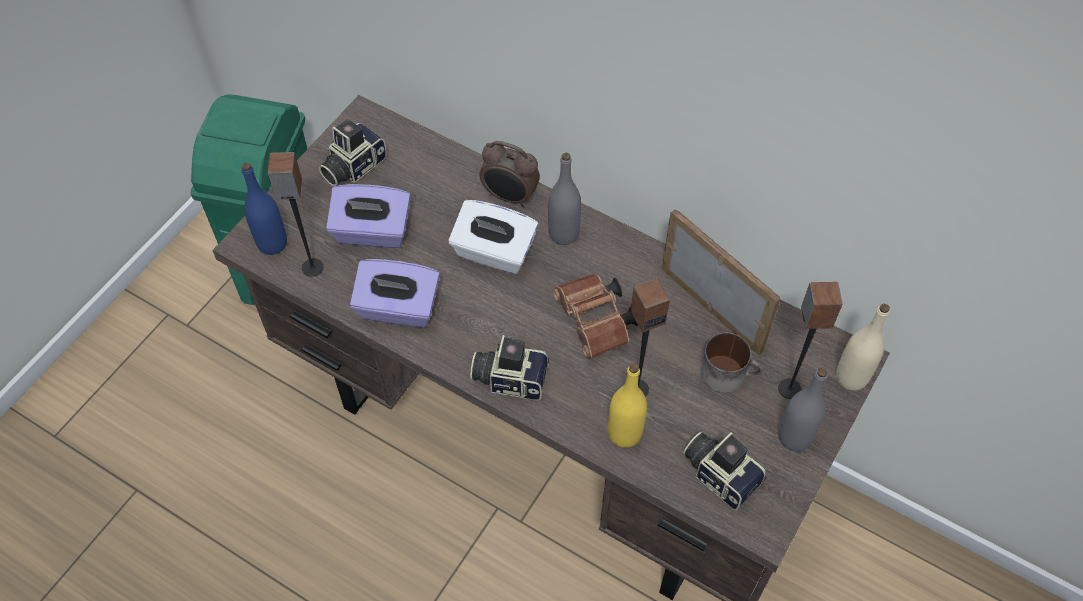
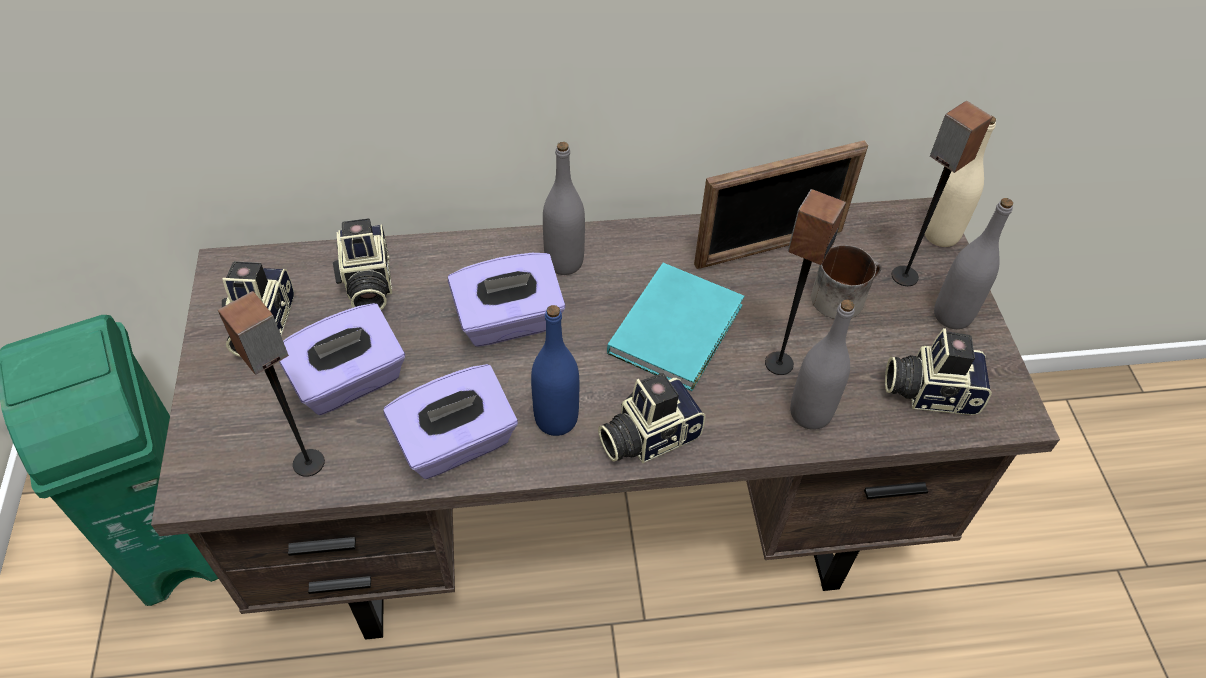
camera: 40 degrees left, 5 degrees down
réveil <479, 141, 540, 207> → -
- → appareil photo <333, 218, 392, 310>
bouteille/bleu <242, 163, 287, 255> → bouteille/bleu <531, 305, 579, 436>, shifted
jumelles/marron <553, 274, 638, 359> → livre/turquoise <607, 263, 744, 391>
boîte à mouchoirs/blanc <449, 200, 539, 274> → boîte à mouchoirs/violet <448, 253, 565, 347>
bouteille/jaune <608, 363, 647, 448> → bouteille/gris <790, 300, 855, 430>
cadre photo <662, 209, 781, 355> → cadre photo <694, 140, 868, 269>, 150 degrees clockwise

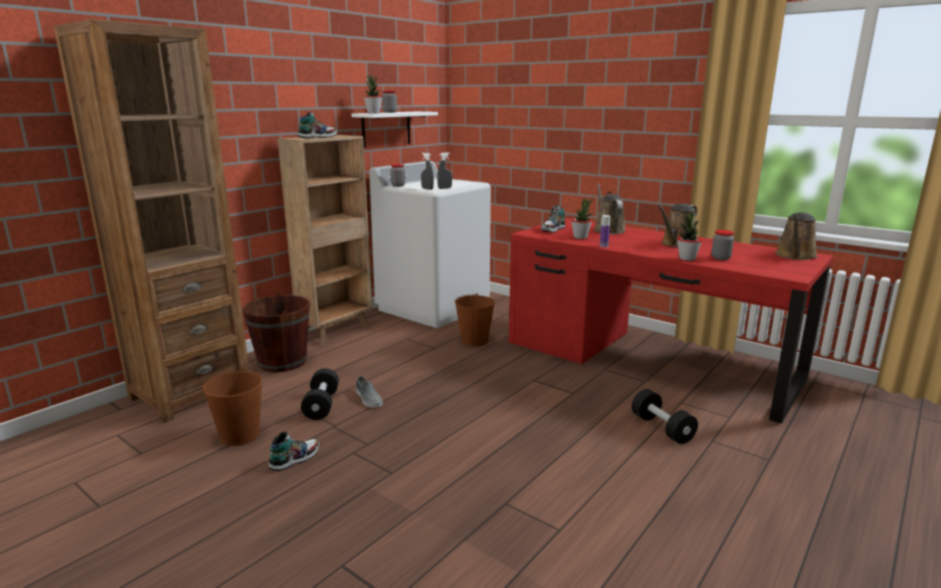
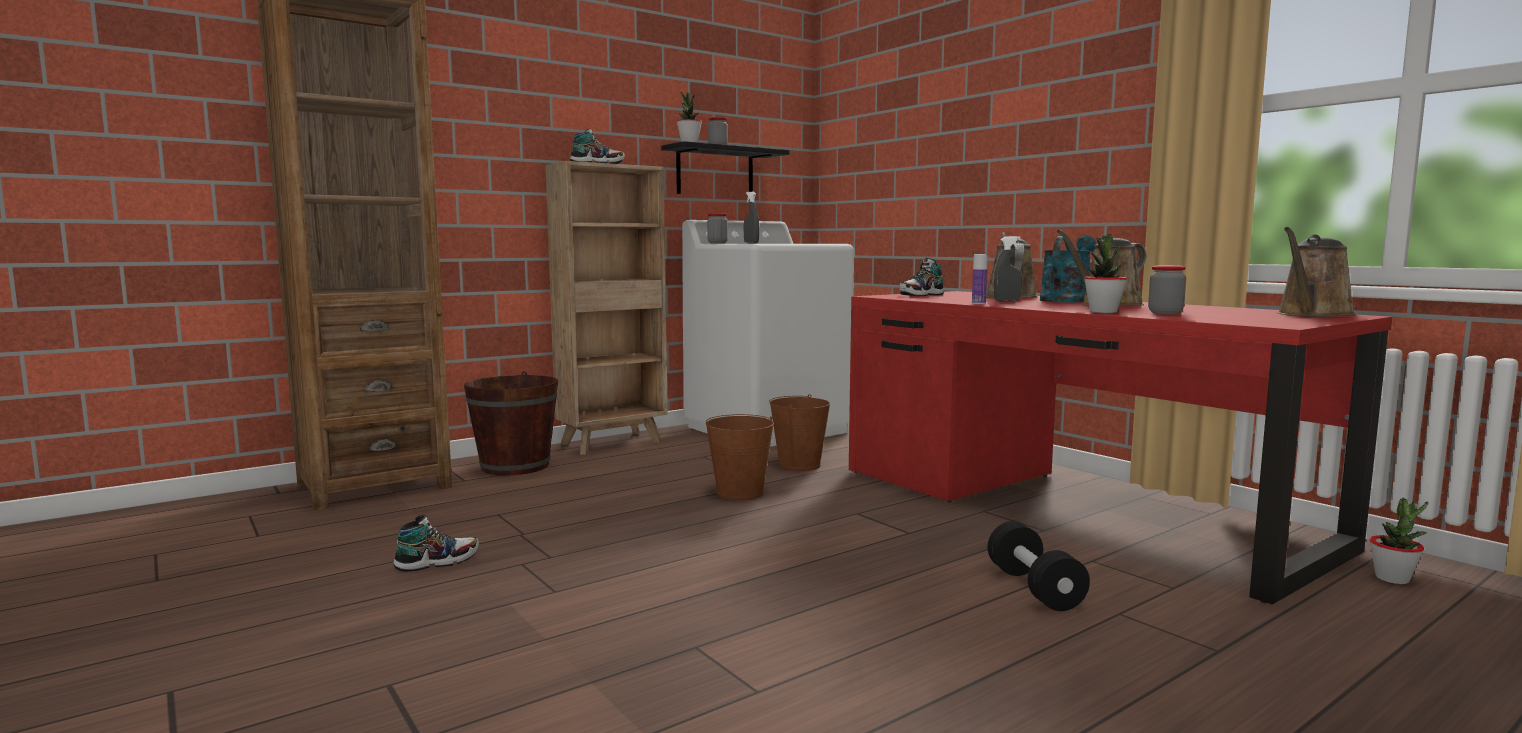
camera: 15 degrees right, 10 degrees down
haltère/noir <301, 368, 339, 420> → -
chaussure/gris <356, 376, 383, 407> → -
- → arrosoir/turquoise <1040, 235, 1096, 303>
seau/marron <202, 370, 262, 446> → seau/marron <706, 414, 774, 500>, shifted
vaporisateur/gris <437, 152, 452, 189> → vaporisateur/gris <994, 236, 1022, 302>, shifted
plante en pot <571, 197, 593, 239> → plante en pot <1369, 498, 1428, 584>, shifted
étagère/blanc <351, 112, 438, 148> → étagère/noir <661, 141, 789, 194>

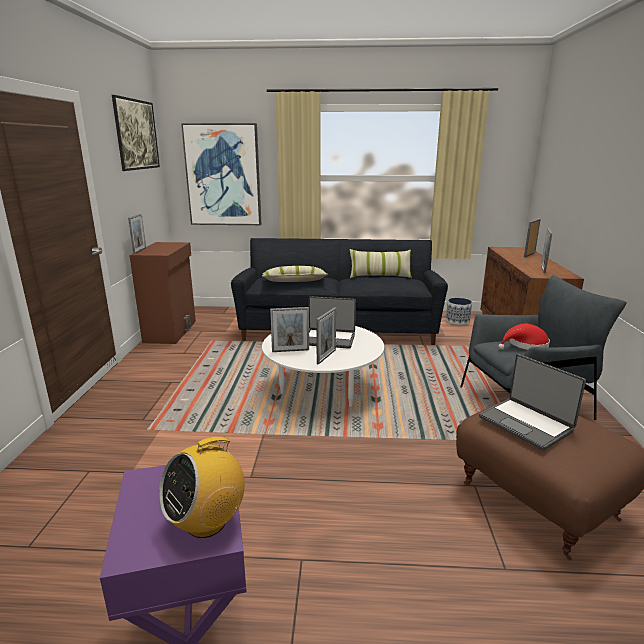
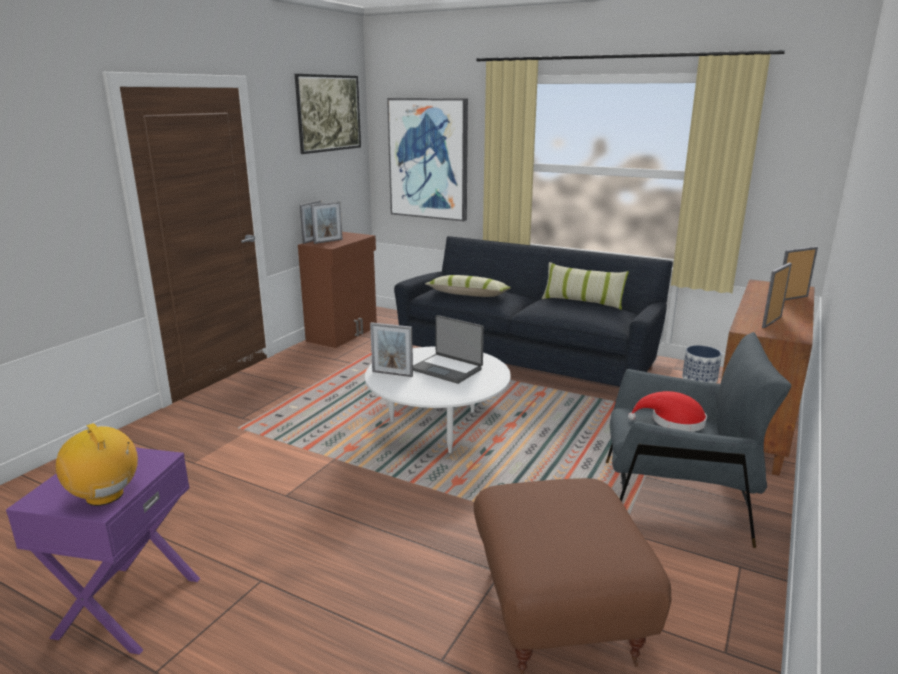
camera: 25 degrees right, 0 degrees up
ordinateur portable <479, 354, 586, 451> → -
cadre photo <316, 307, 336, 365> → cadre photo <311, 201, 343, 244>, shifted
radio <159, 432, 245, 538> → radio <56, 423, 138, 506>, 60 degrees clockwise

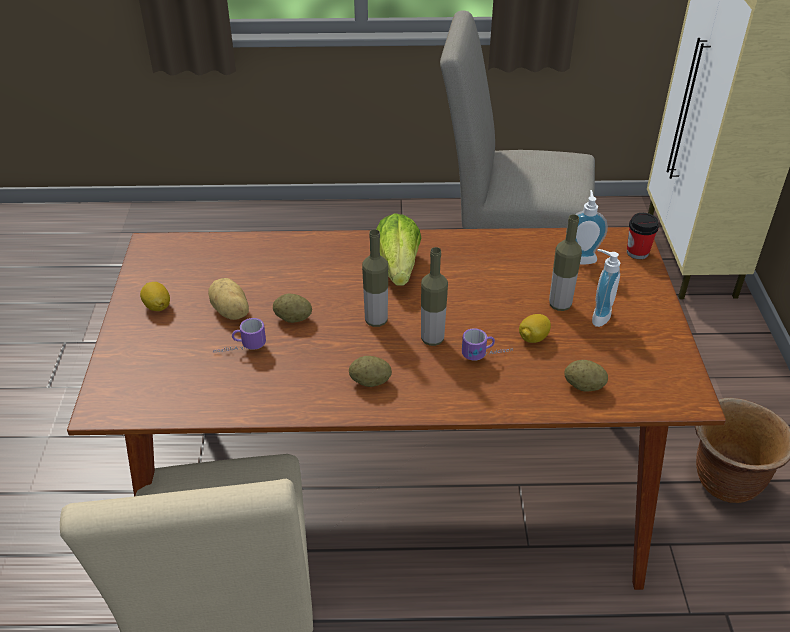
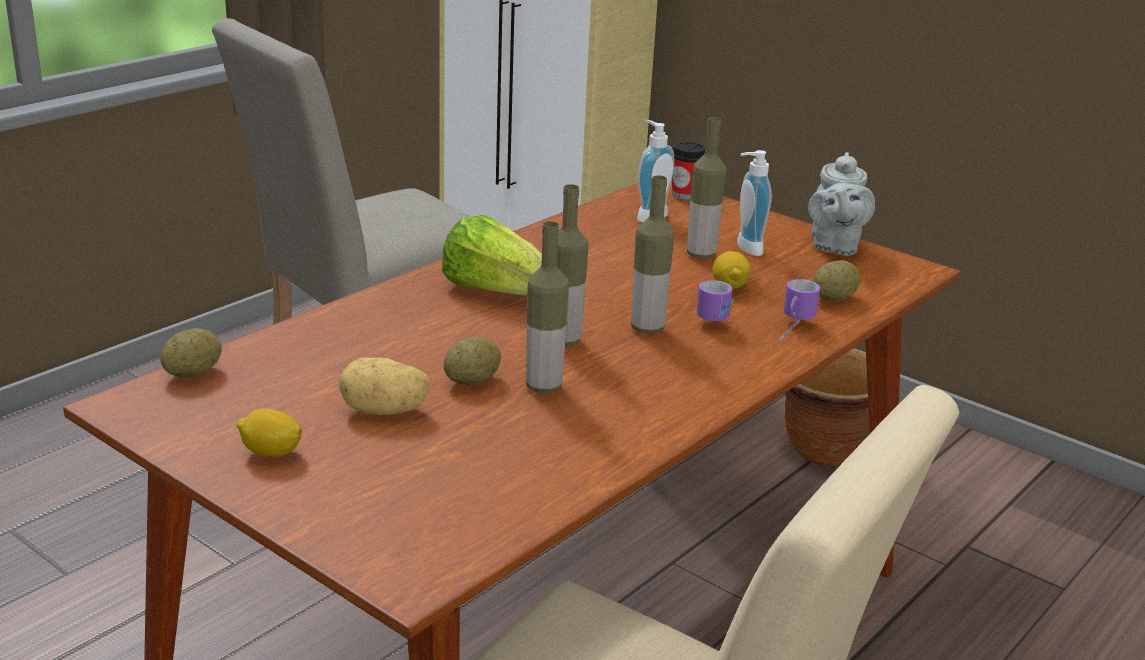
camera: 50 degrees left, 15 degrees down
- → bouteille <526, 221, 569, 393>
- → théière/gris <808, 152, 875, 256>
mug <213, 318, 266, 352> → mug <778, 279, 820, 343>, shifted
pomme de terre <349, 356, 392, 387> → pomme de terre <160, 328, 222, 378>, shifted

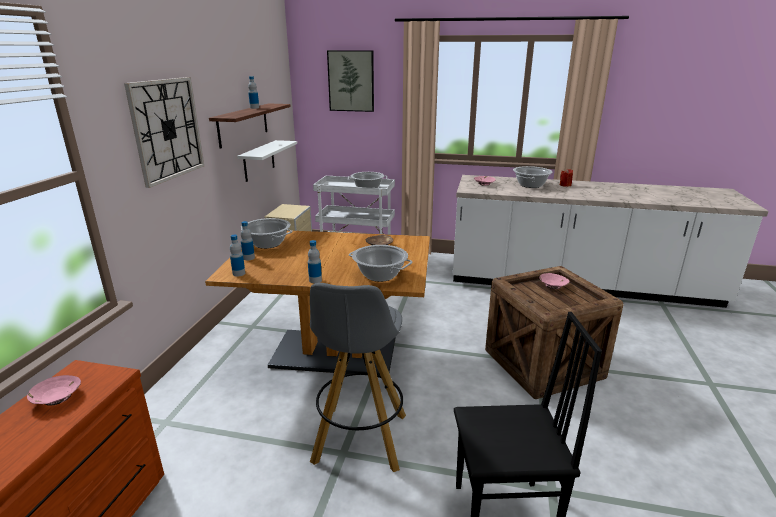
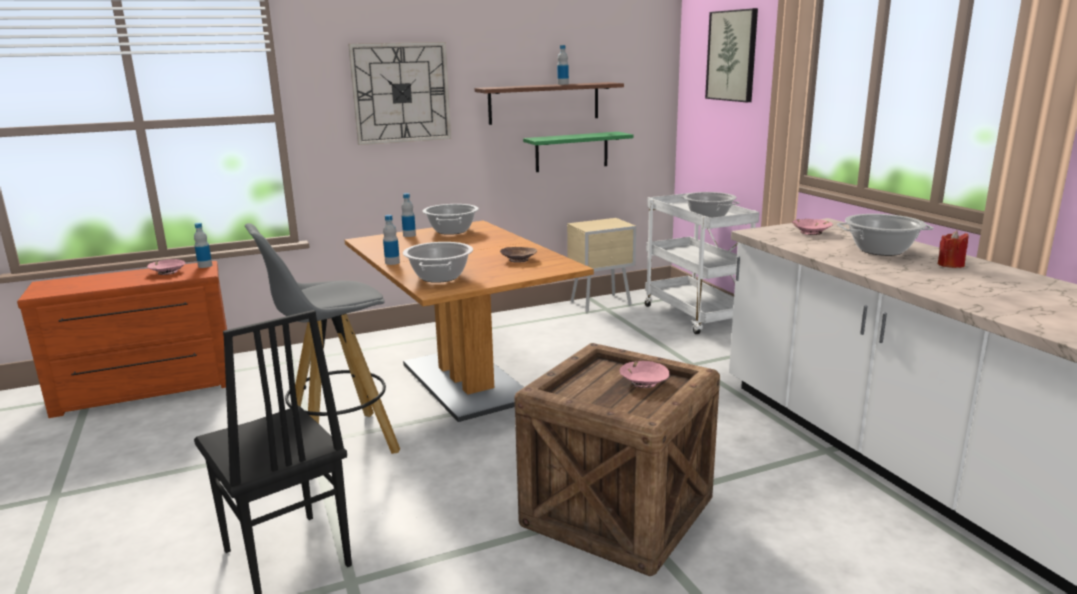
camera: 55 degrees right, 5 degrees down
bouteille <230, 234, 245, 276> → bouteille <194, 223, 212, 268>, shifted
étagère/blanc <237, 140, 297, 182> → étagère/vert <523, 132, 633, 172>

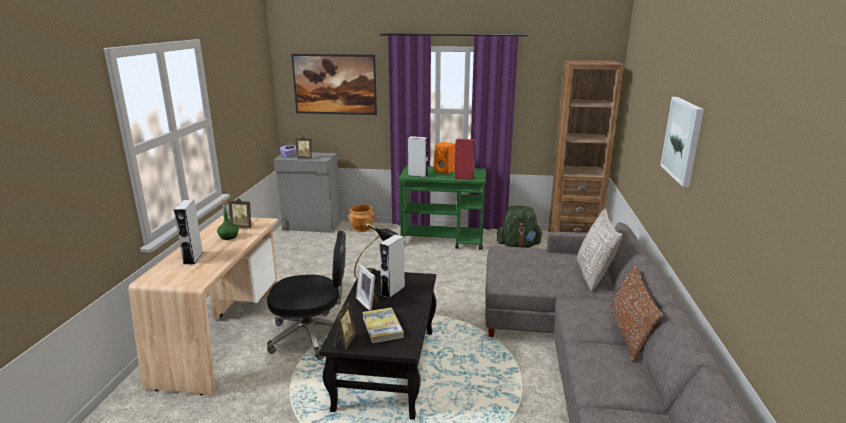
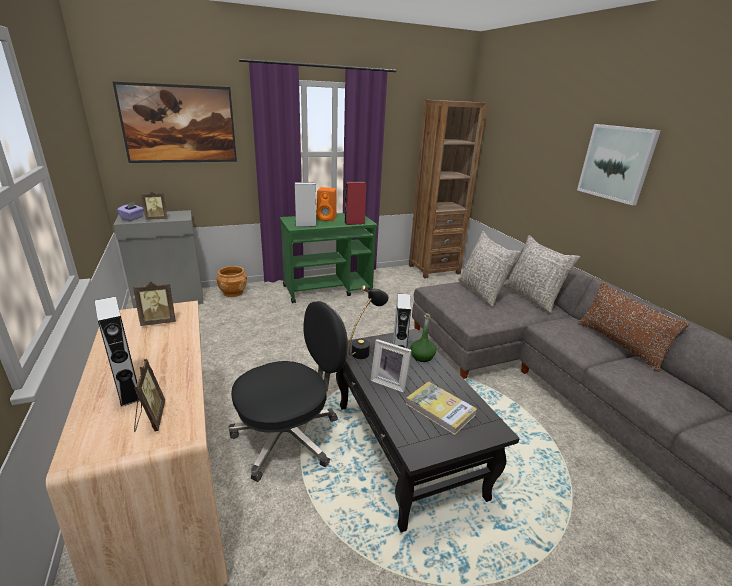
camera: 30 degrees left, 5 degrees up
sac à dos/vert <497, 206, 542, 248> → -
- → coussin/gris <458, 231, 521, 307>
bouteille/vert <217, 200, 239, 240> → bouteille/vert <411, 313, 436, 362>, shifted
cadre photo <333, 303, 356, 350> → cadre photo <134, 359, 165, 432>, shifted

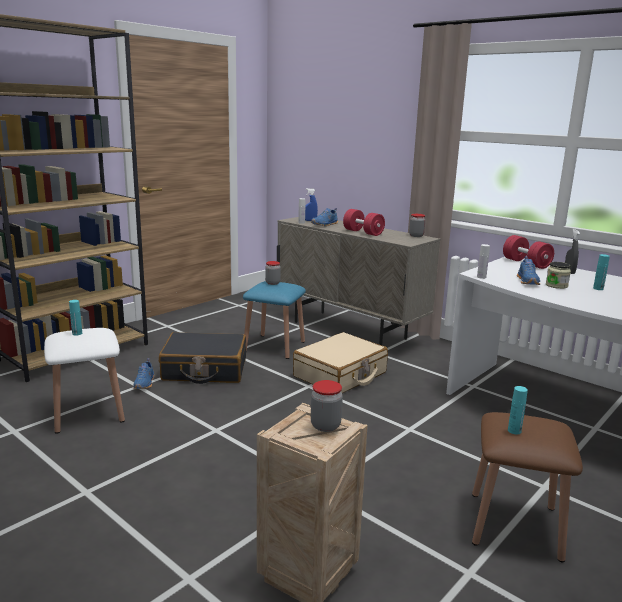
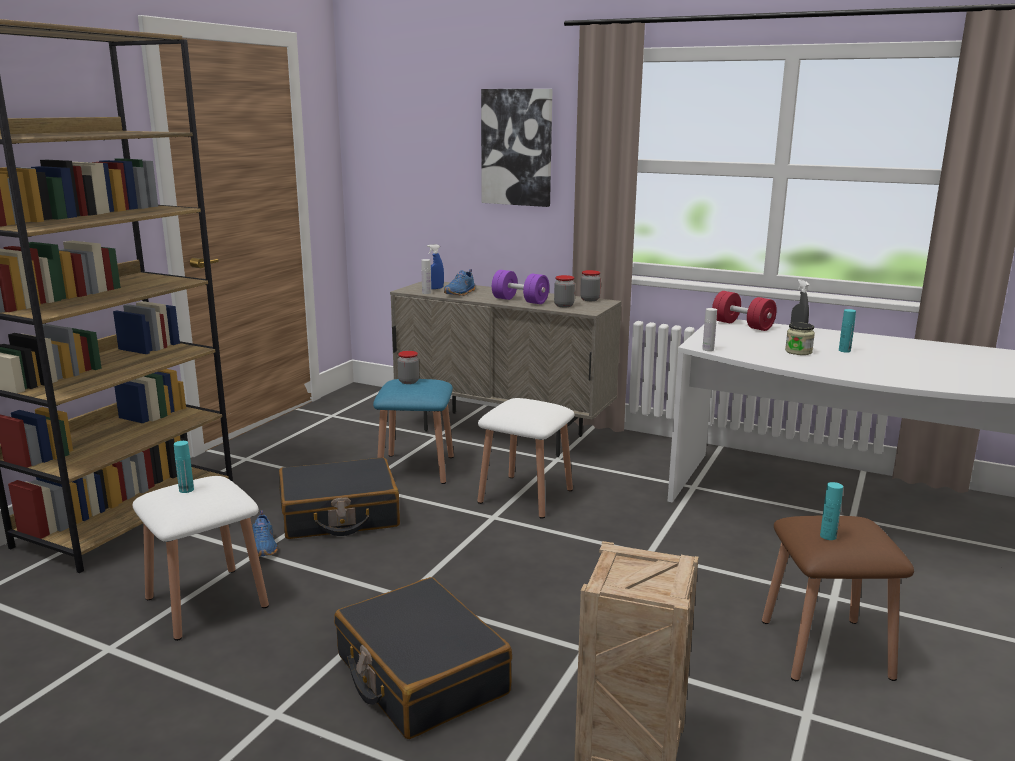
camera: 15 degrees left, 0 degrees up
chaussure/bleu <517, 256, 540, 285> → -
- → valise/noir <334, 577, 512, 739>
- → tableau <481, 89, 553, 207>
bocal <311, 380, 343, 432> → bocal <554, 275, 575, 307>, shifted
valise/beige <293, 332, 388, 393> → tabouret/blanc <477, 398, 574, 519>
haltère/rouge <343, 209, 385, 236> → haltère/violet <492, 270, 549, 304>

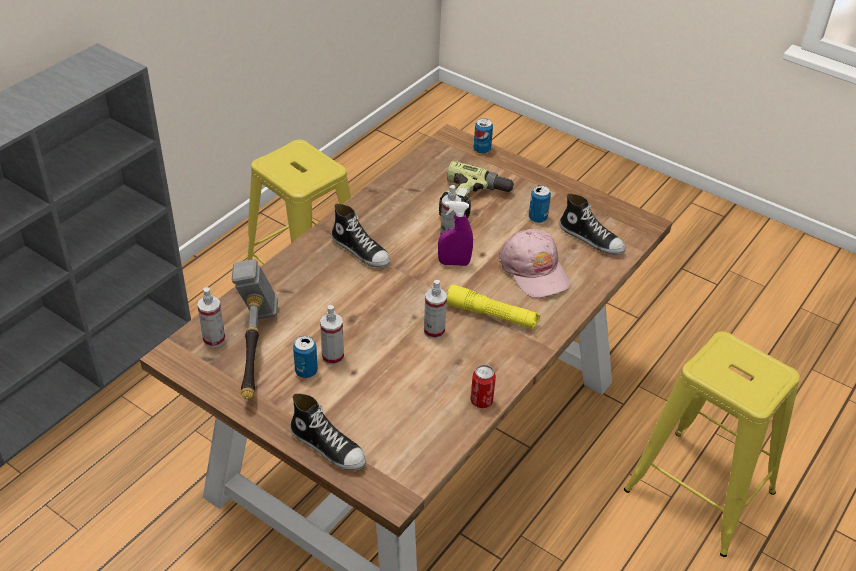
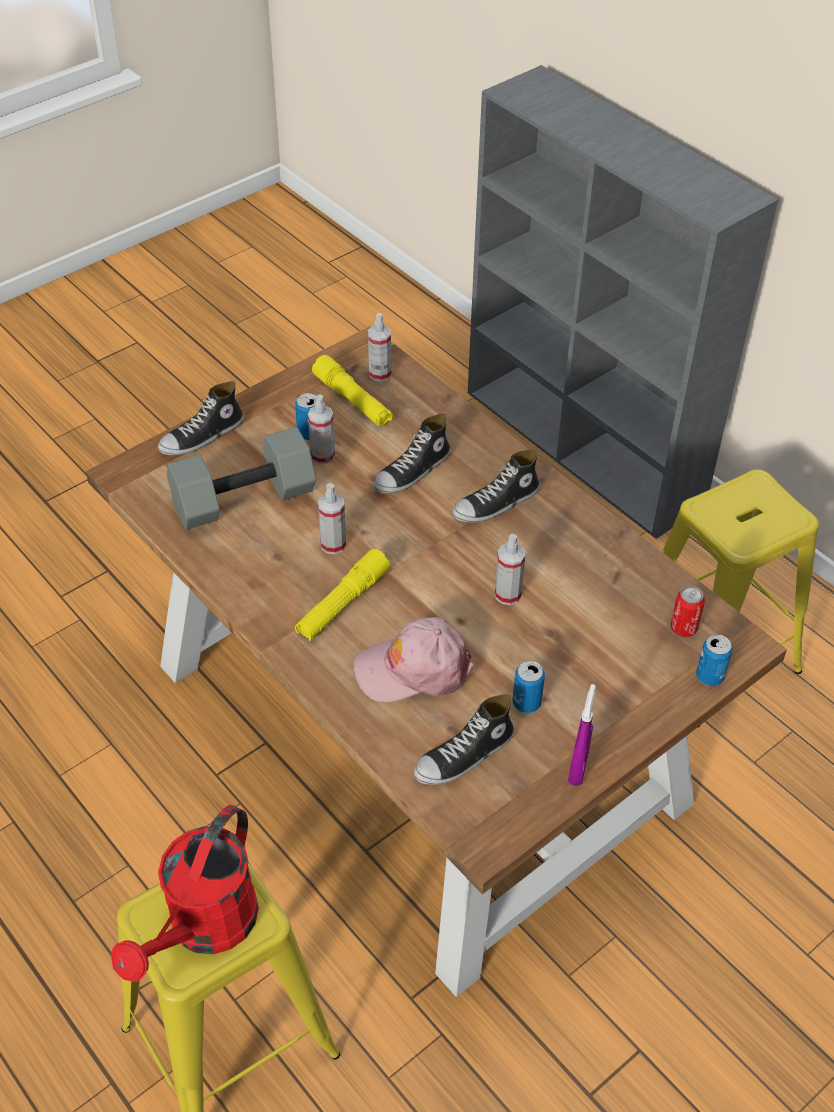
camera: 105 degrees right, 5 degrees up
perceuse <439, 161, 515, 219> → -
- → arrosoir/rouge <111, 805, 259, 982>
- → haltère/gris <167, 427, 316, 530>
- → chaussure <373, 413, 450, 494>
vaporisateur/violet <438, 201, 473, 266> → vaporisateur/violet <568, 684, 596, 786>, shifted
boîte métallique <470, 365, 496, 408> → boîte métallique <671, 586, 705, 637>, shifted
marteau <232, 259, 278, 399> → lampe de poche/jaune <312, 355, 393, 427>

